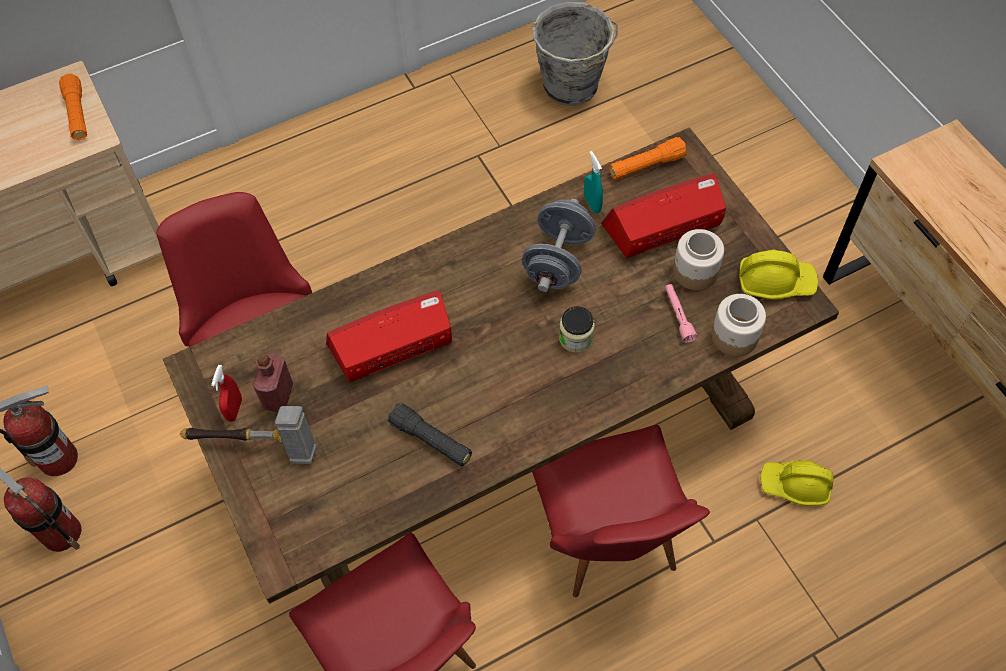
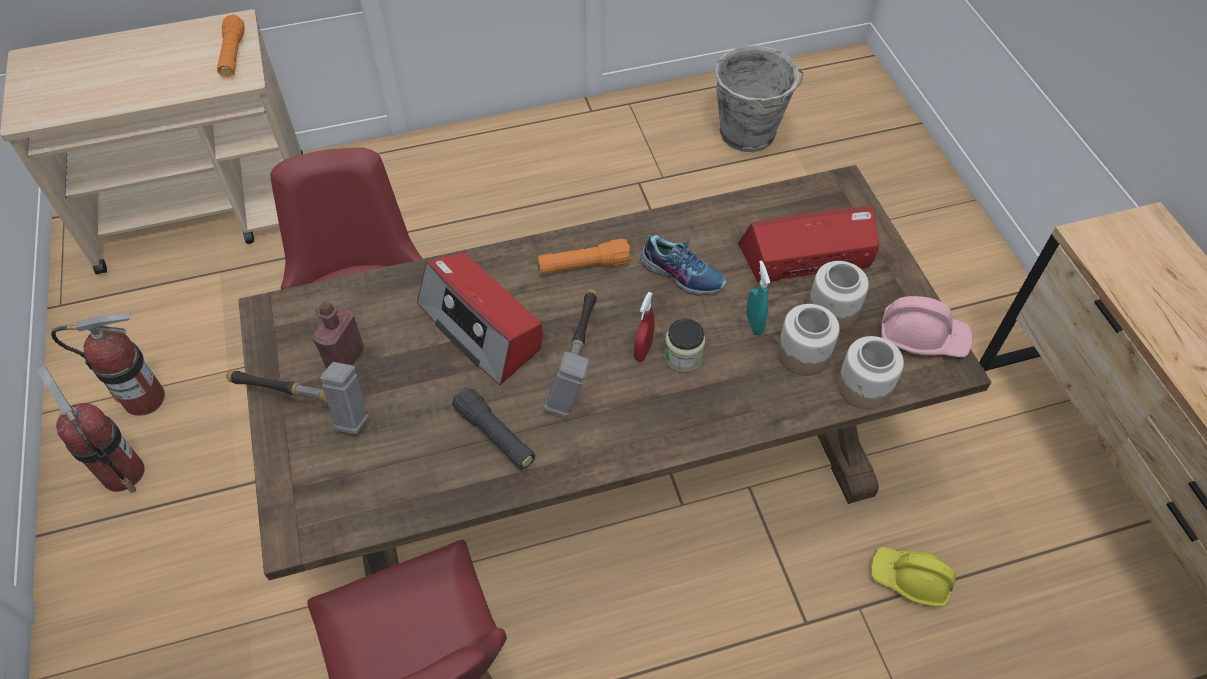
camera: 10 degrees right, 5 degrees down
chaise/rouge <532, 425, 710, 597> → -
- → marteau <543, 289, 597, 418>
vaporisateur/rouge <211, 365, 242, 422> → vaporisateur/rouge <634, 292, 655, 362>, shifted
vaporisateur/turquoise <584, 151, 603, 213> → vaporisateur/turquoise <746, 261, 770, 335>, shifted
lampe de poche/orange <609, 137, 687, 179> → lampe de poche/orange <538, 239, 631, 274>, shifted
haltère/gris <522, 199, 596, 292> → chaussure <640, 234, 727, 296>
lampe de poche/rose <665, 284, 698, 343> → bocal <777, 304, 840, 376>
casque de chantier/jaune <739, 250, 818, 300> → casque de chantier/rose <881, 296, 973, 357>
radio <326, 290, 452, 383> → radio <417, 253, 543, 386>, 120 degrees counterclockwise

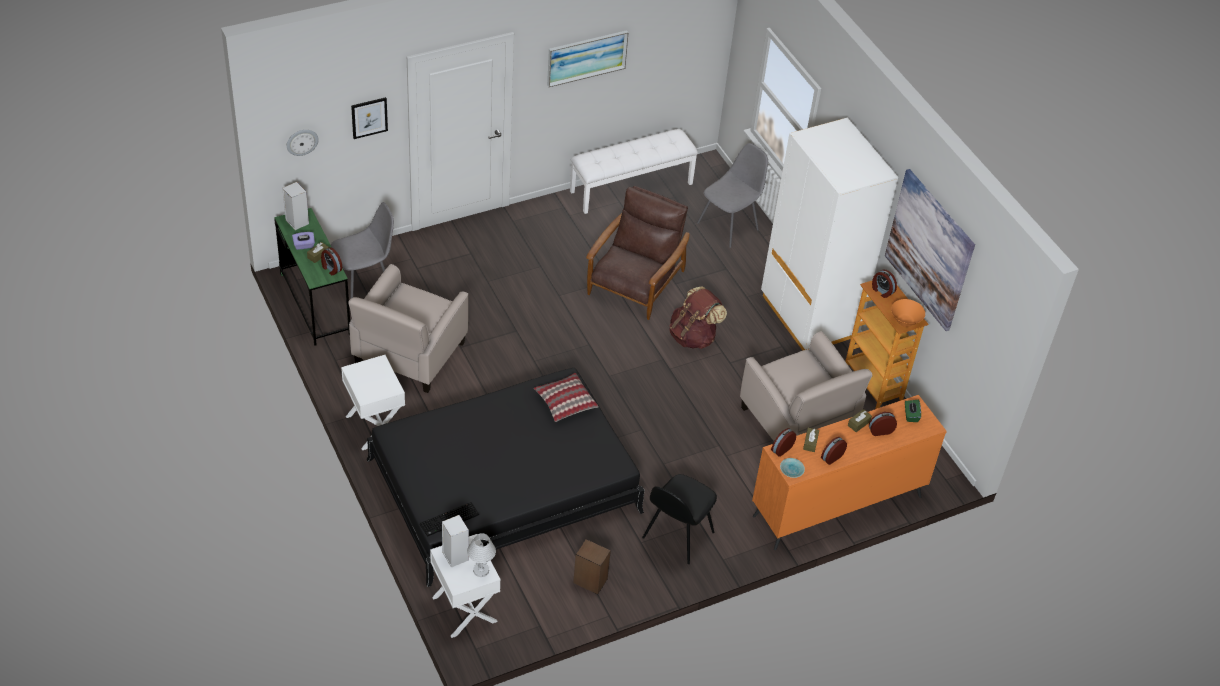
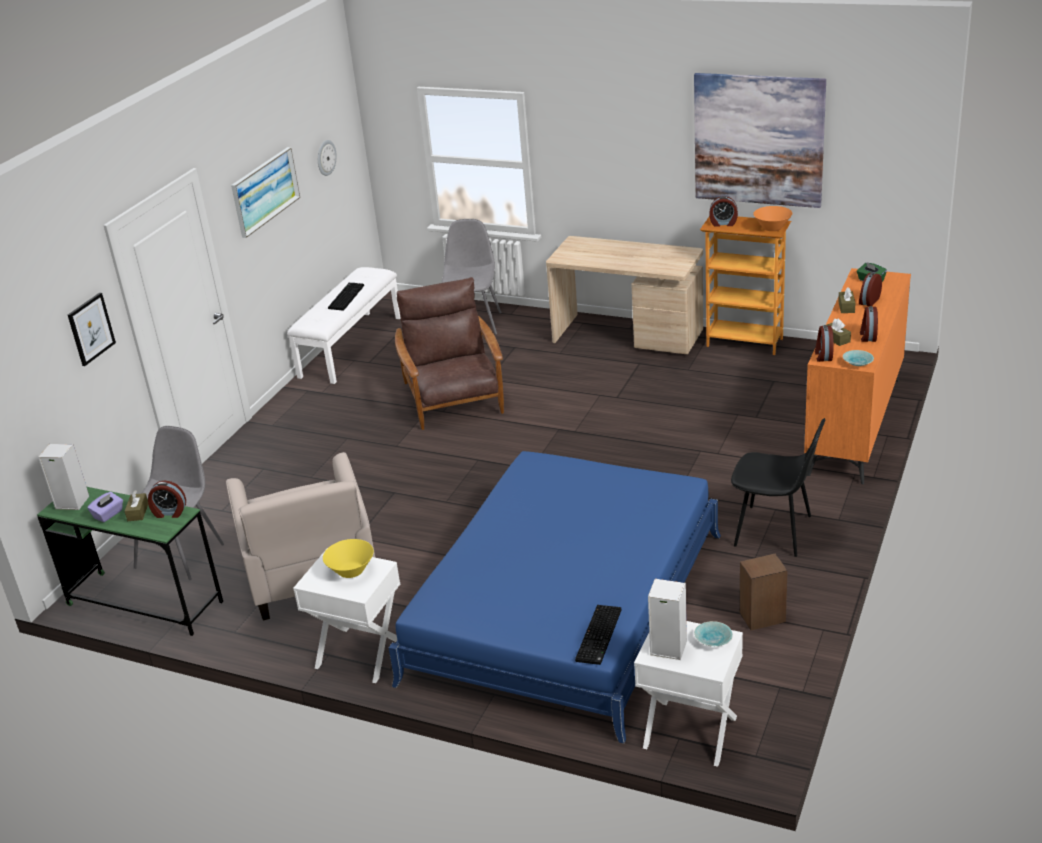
camera: 35 degrees left, 15 degrees down
coussin <534, 373, 598, 422> → -
sac à dos/marron <670, 286, 727, 349> → -
fauteuil/beige <740, 331, 872, 441> → -
- → bol/jaune <323, 539, 374, 578>
- → clavier <328, 283, 364, 311>
horloge murale <287, 130, 319, 156> → horloge murale <318, 140, 337, 176>, shifted
lampe de table/blanc <467, 533, 496, 577> → bol/turquoise <694, 621, 733, 646>
armoire/blanc <761, 117, 898, 351> → bureau/beige <546, 236, 703, 354>
lit/noir <367, 368, 645, 587> → lit/bleu <389, 451, 721, 744>
chaise/noir <642, 474, 717, 564> → chaise/noir <731, 418, 825, 557>, 60 degrees counterclockwise

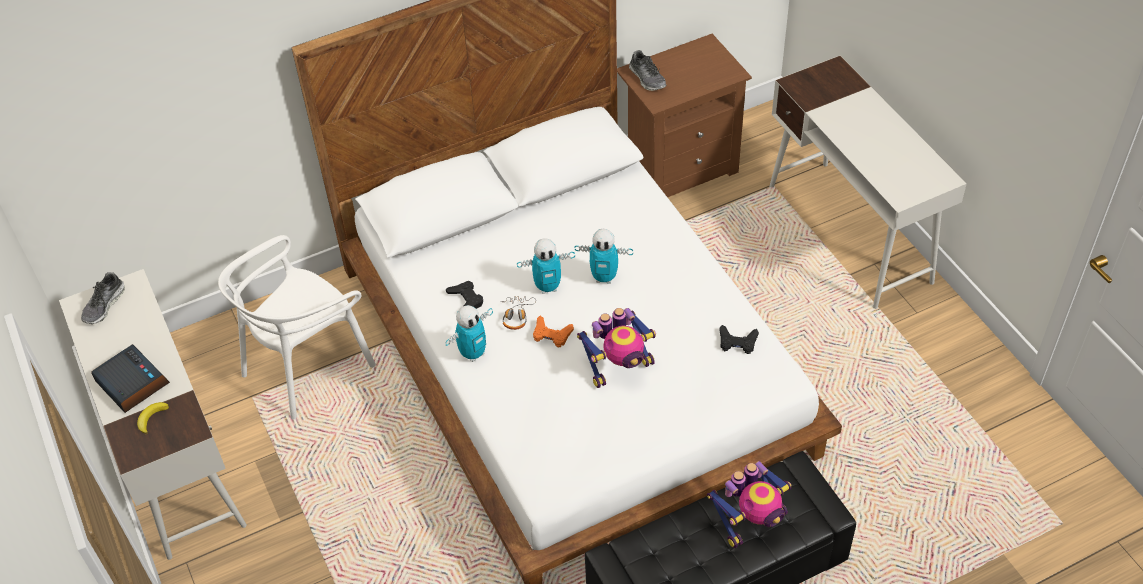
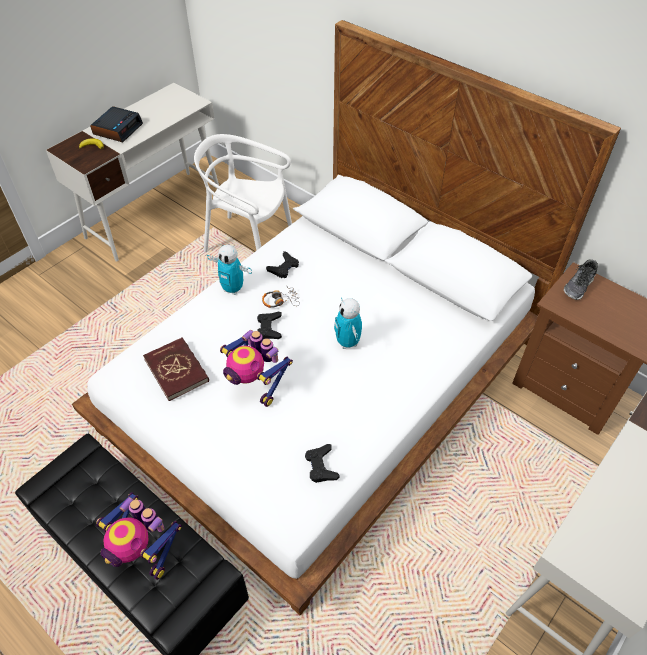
camera: 65 degrees right, 0 degrees up
chaussure <81, 272, 125, 324> → -
robot jouet <517, 238, 575, 294> → -
- → livre/rouge <143, 338, 209, 401>
manette/orange <533, 316, 574, 347> → manette/noir <257, 312, 282, 339>

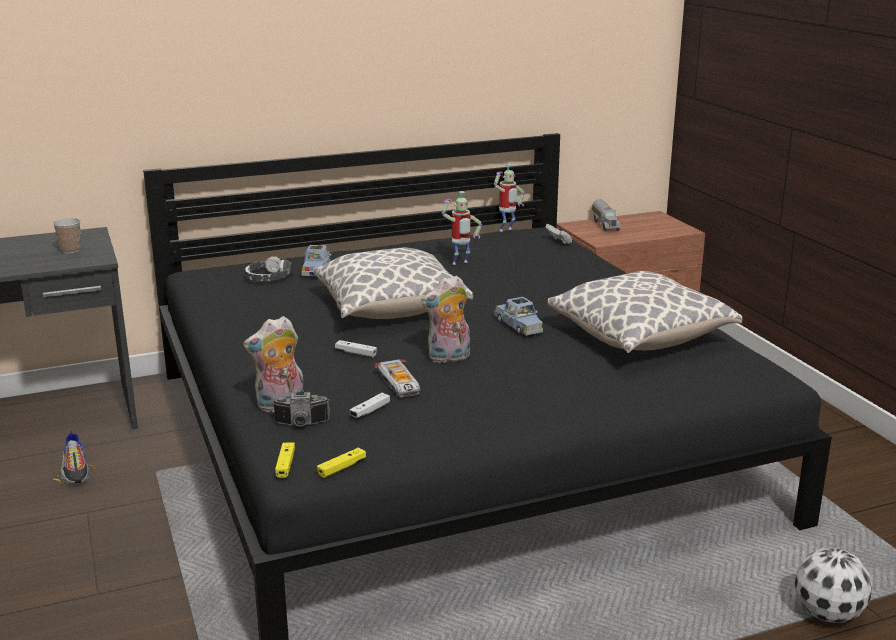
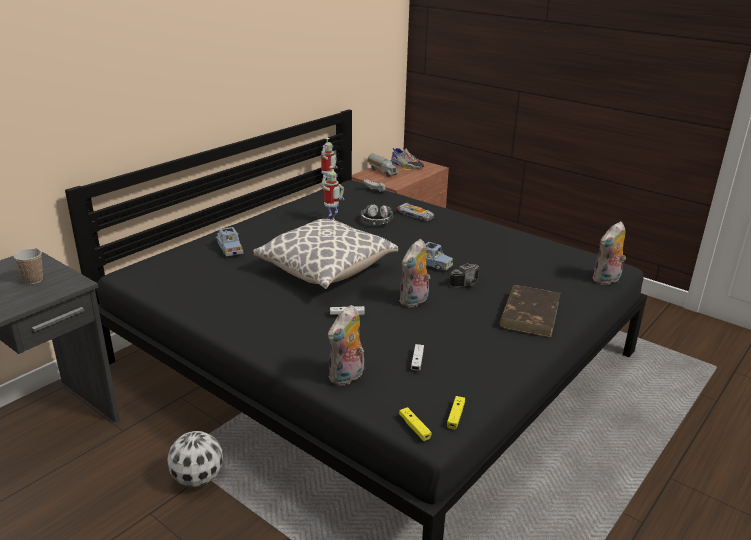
camera: 30 degrees left, 5 degrees up
coussin <548, 271, 742, 353> → -
- → livre/marron <499, 285, 560, 337>
- → peluche <592, 221, 626, 285>
chaussure <53, 431, 95, 484> → chaussure <391, 148, 424, 170>, shifted
casque audio <244, 256, 293, 281> → casque audio <361, 204, 393, 225>, shifted
appareil photo <272, 392, 330, 426> → appareil photo <450, 263, 479, 287>, shifted
petite voiture <374, 359, 420, 397> → petite voiture <397, 203, 434, 221>, shifted
ballon de foot <795, 548, 872, 623> → ballon de foot <167, 431, 223, 487>, shifted

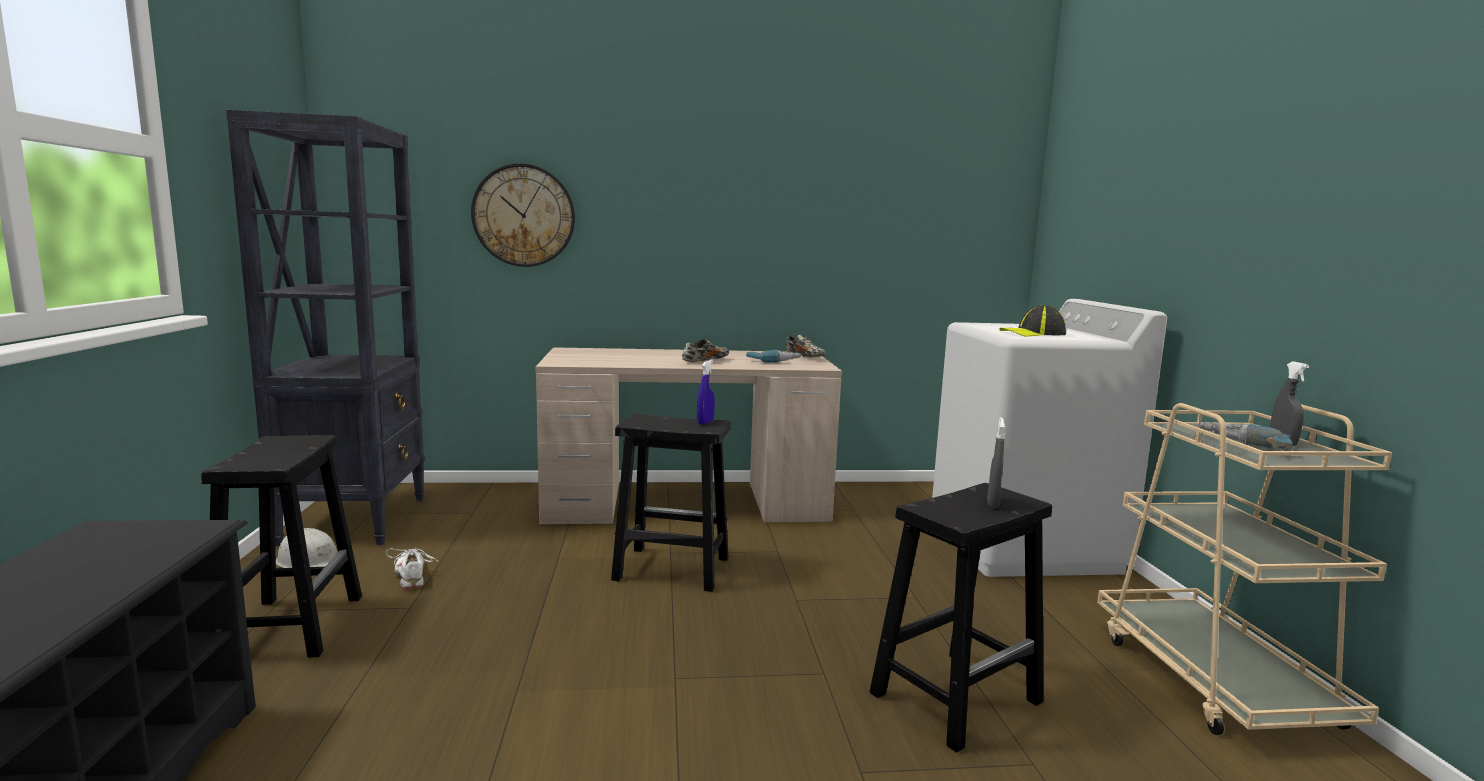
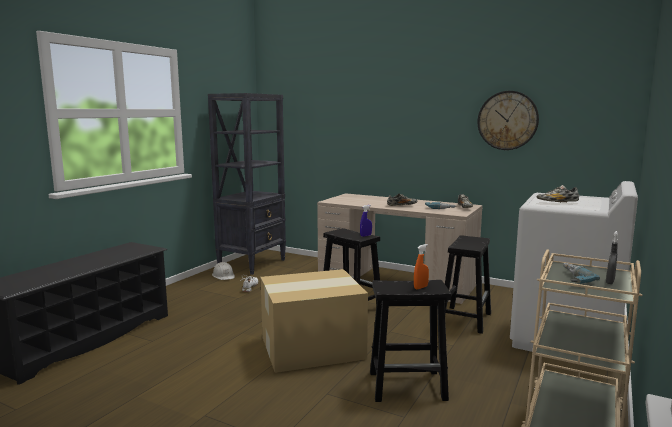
camera: 35 degrees right, 0 degrees up
- → carton <261, 269, 368, 373>
tabouret/noir <201, 435, 362, 658> → tabouret/noir <444, 235, 491, 334>, shifted
horloge murale <471, 163, 575, 267> → horloge murale <477, 91, 539, 150>, shifted
casquette <999, 305, 1066, 337> → chaussure <536, 185, 579, 203>
vaporisateur/gris <988, 417, 1005, 508> → vaporisateur/orange <414, 244, 429, 289>

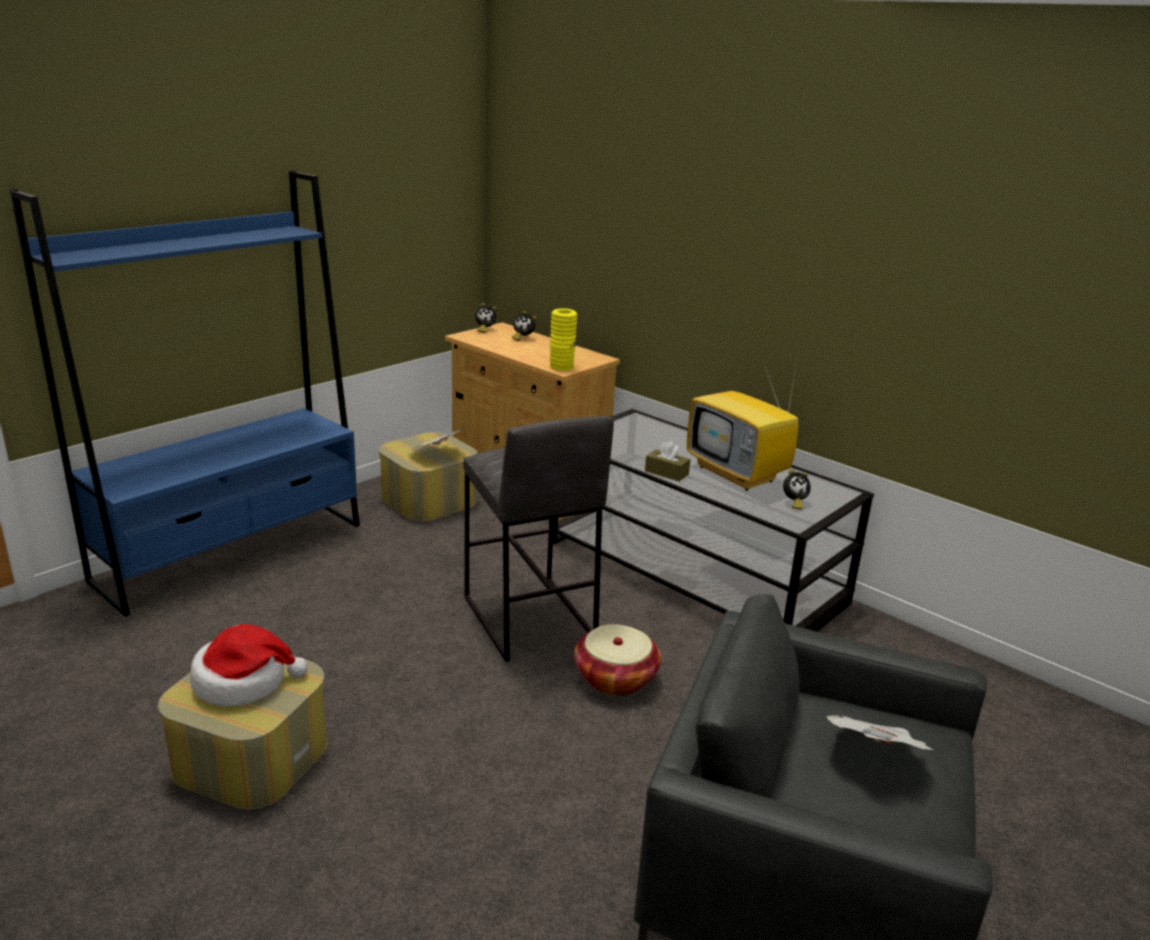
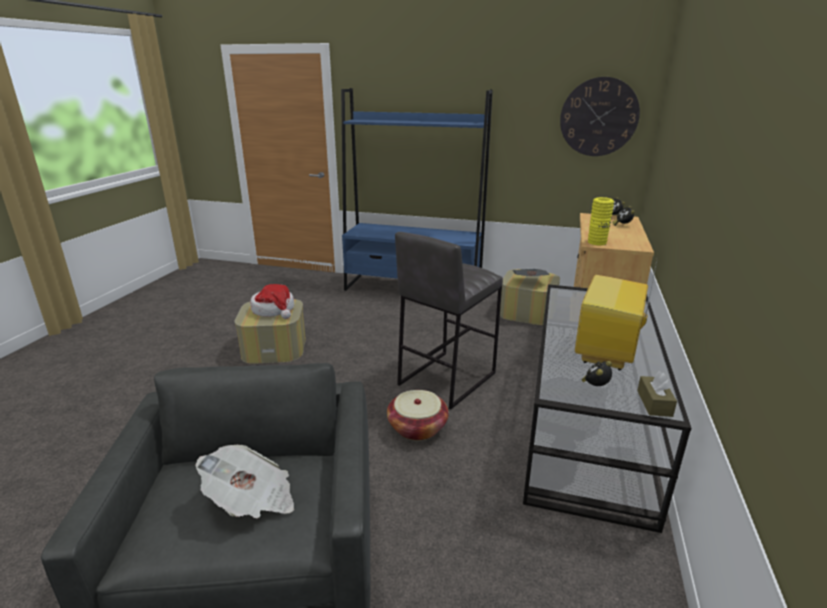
camera: 65 degrees right, 0 degrees up
- → horloge murale <560, 77, 640, 156>
boîte à mouchoirs/marron <645, 441, 690, 481> → boîte à mouchoirs/marron <637, 371, 677, 417>, shifted
réveil <783, 469, 811, 509> → réveil <581, 361, 612, 386>, 90 degrees clockwise

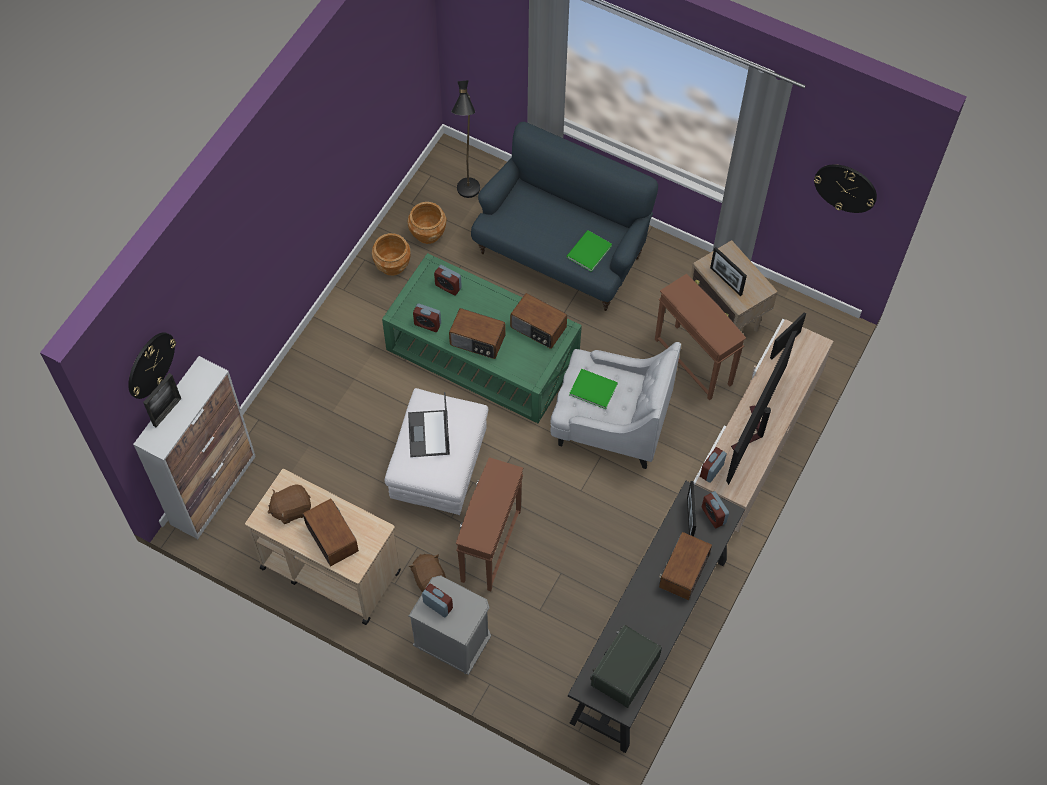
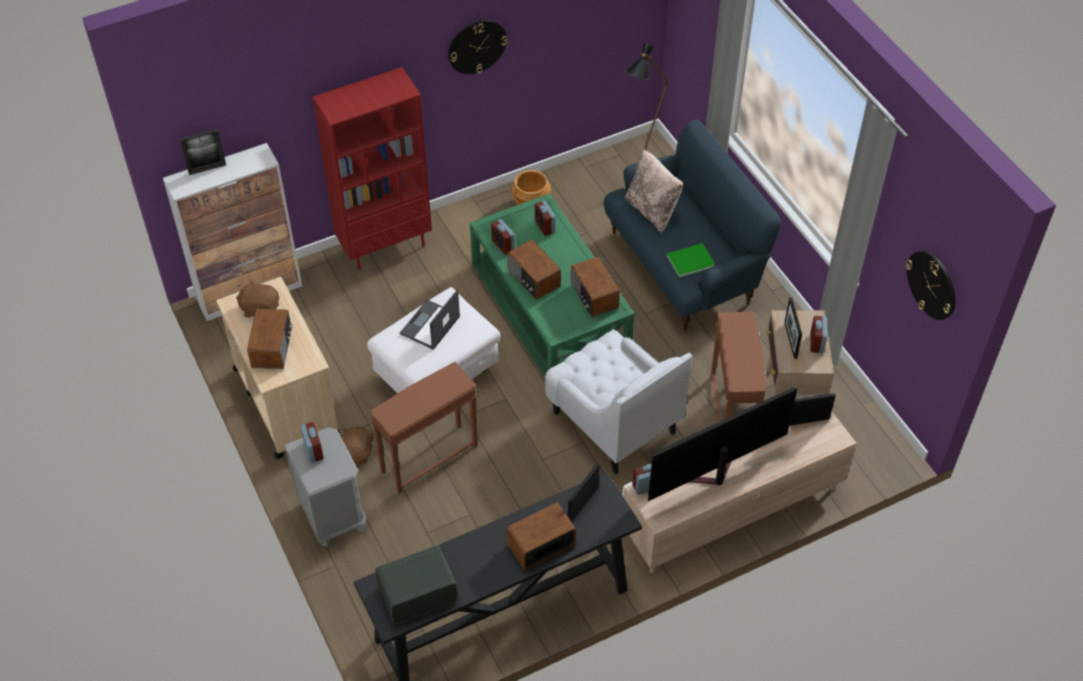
camera: 35 degrees right, 10 degrees down
cache-pot/marron <407, 202, 447, 244> → -
livre/vert <569, 369, 618, 409> → -
- → bibliothèque/rouge <313, 67, 432, 270>
- → coussin/beige <625, 149, 683, 233>
horloge murale <128, 332, 176, 399> → horloge murale <448, 20, 507, 74>, shifted
réveil <702, 491, 729, 528> → réveil <810, 316, 827, 353>, shifted

